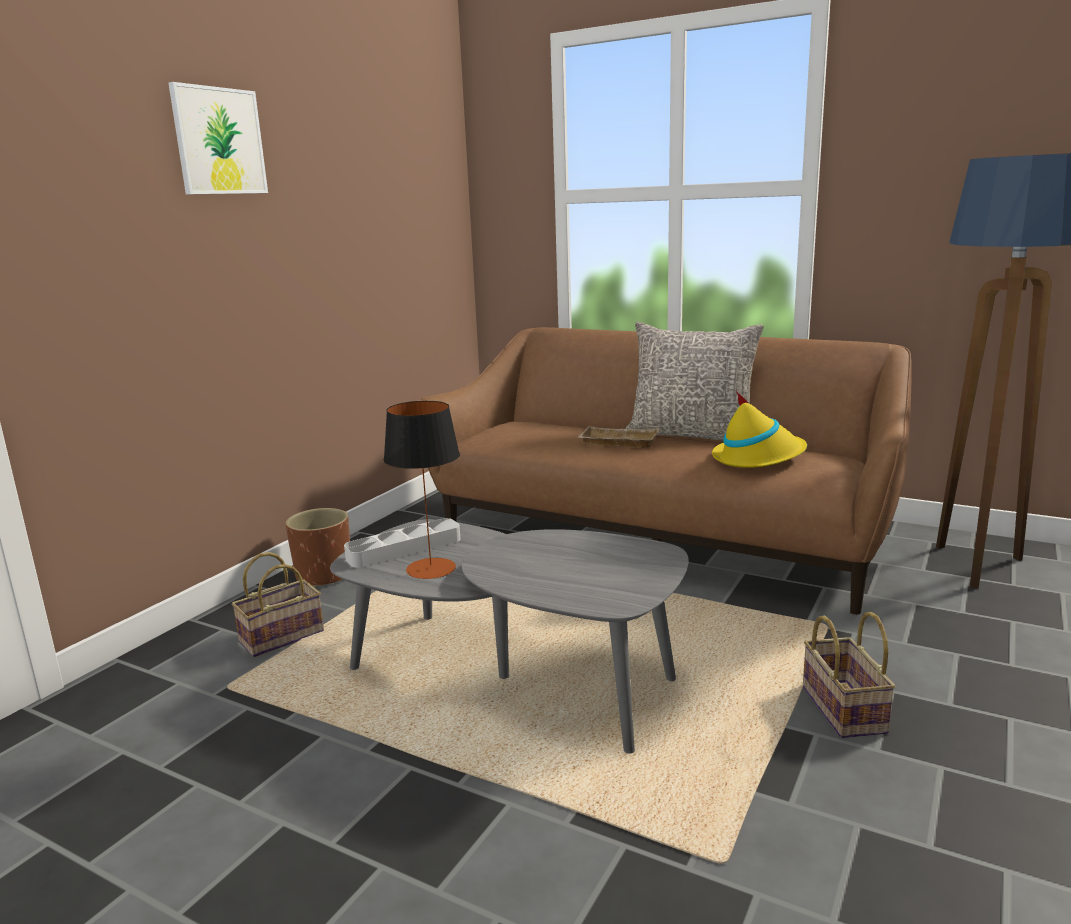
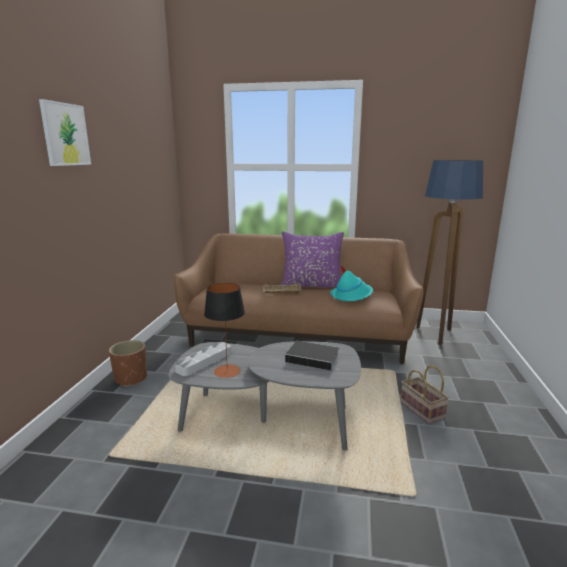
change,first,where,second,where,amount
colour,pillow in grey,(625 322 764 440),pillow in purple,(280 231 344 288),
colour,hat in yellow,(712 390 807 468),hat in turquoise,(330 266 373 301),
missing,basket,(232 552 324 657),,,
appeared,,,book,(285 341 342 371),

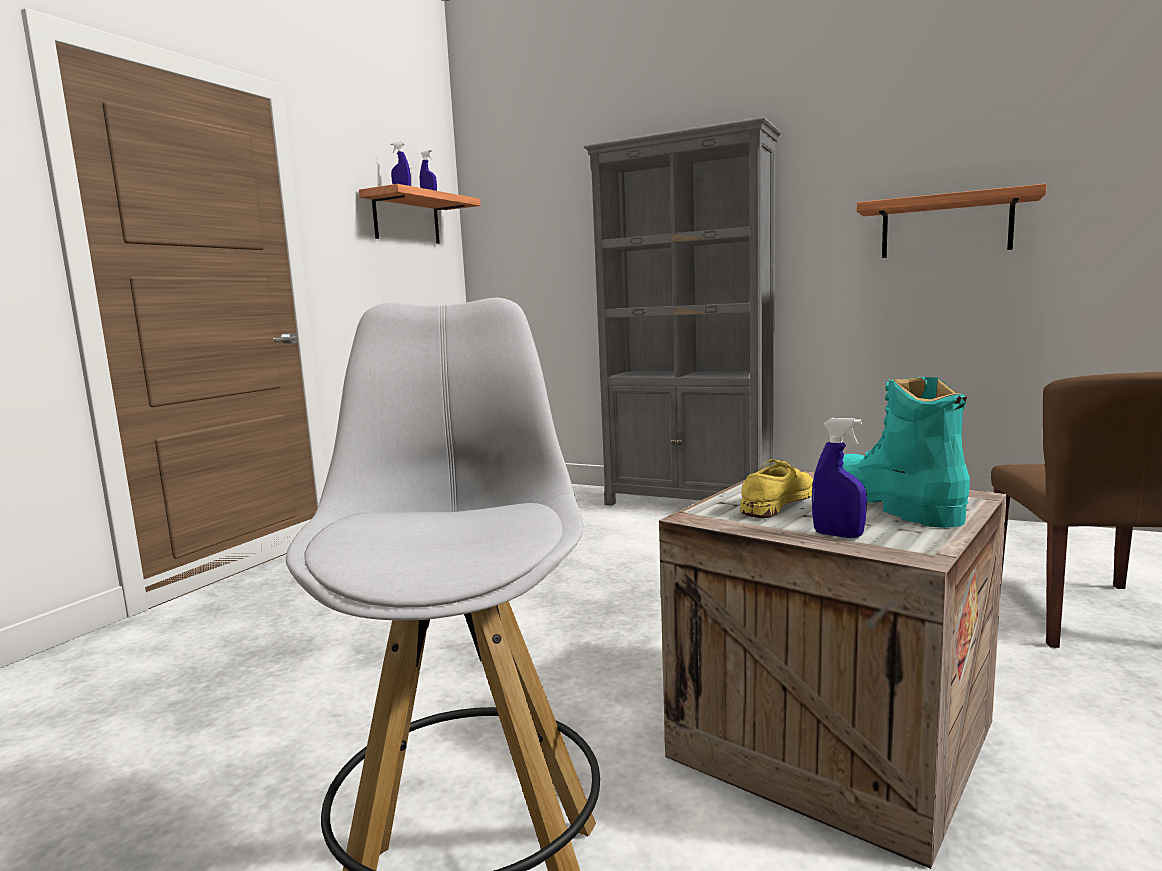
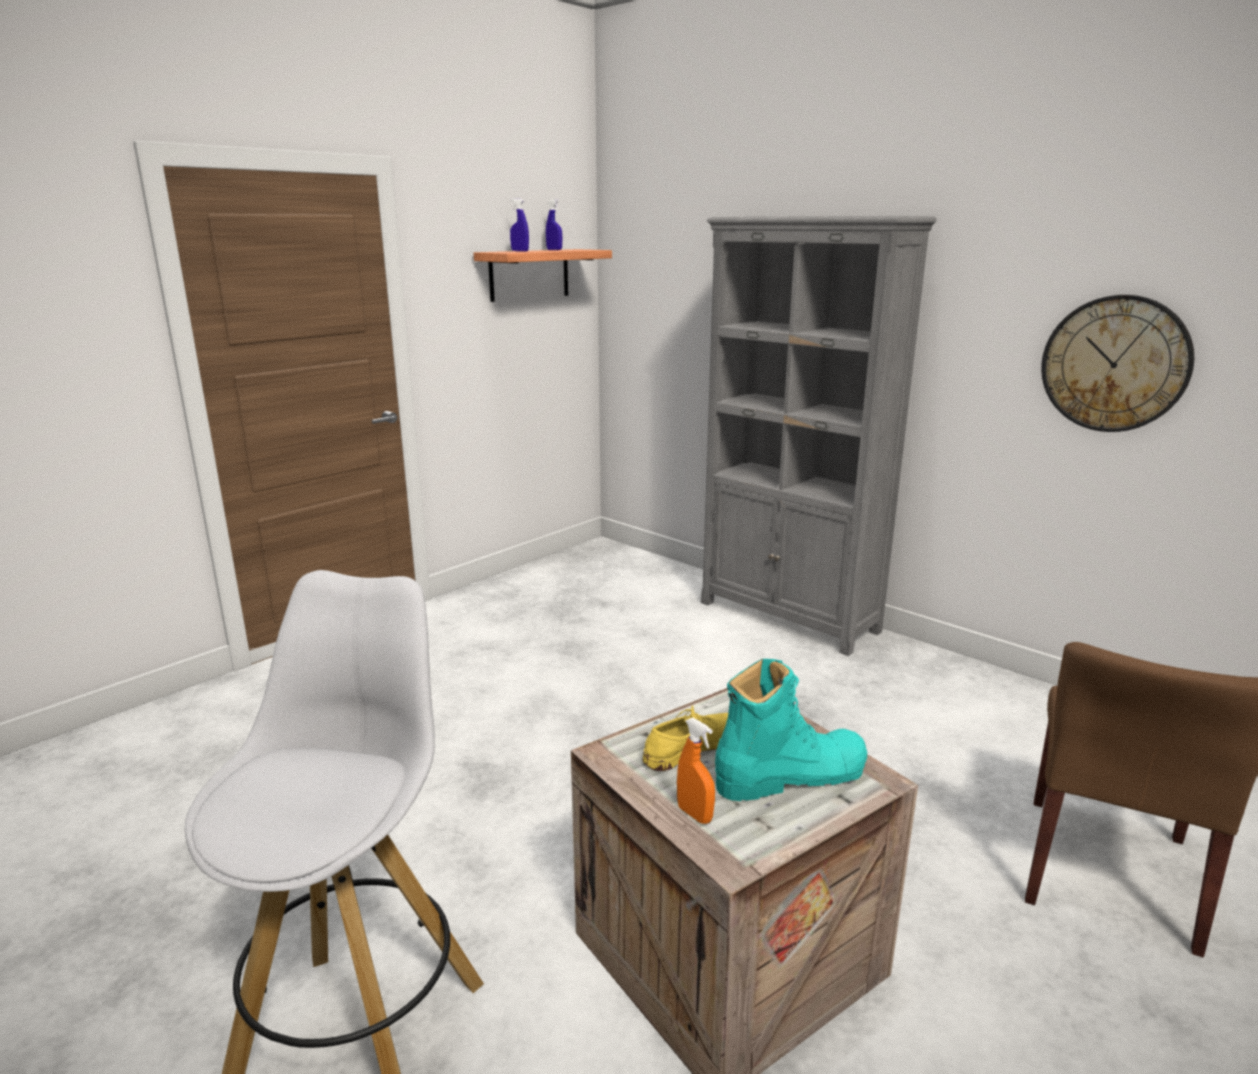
change,first,where,second,where,amount
exchanged,shelf,(857 184 1047 258),wall clock,(1041 295 1194 432),
spun,boot in turquoise,(842 377 970 528),,(715 658 867 801),75 degrees clockwise
colour,spray bottle in blue,(812 418 867 538),spray bottle in orange,(677 718 715 824),

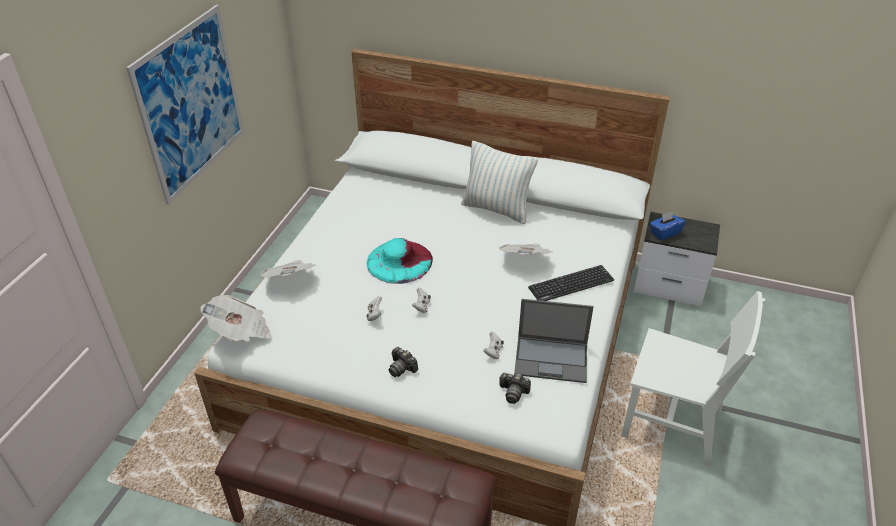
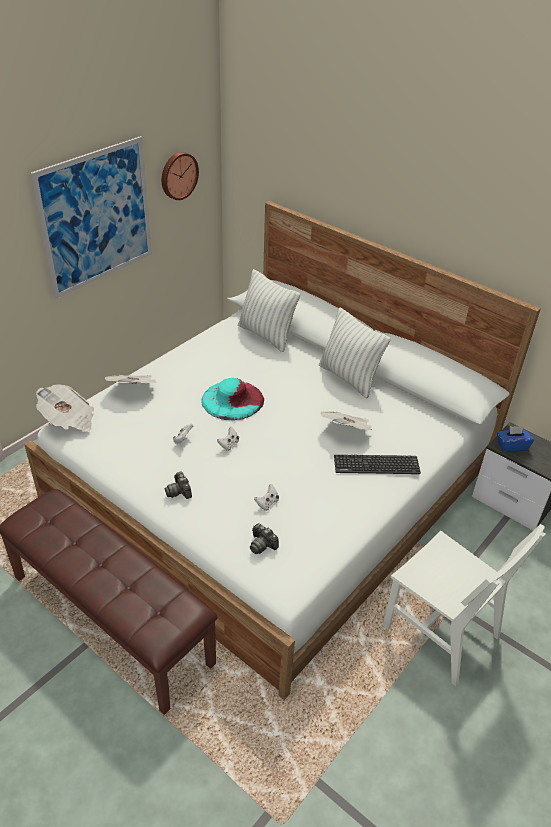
change,first,where,second,where,amount
missing,laptop,(514 299 594 383),,,
appeared,,,wall clock,(162 152 199 200),
appeared,,,pillow,(238 269 300 352),

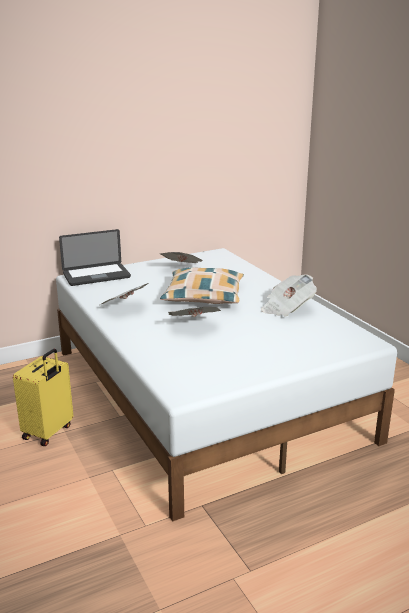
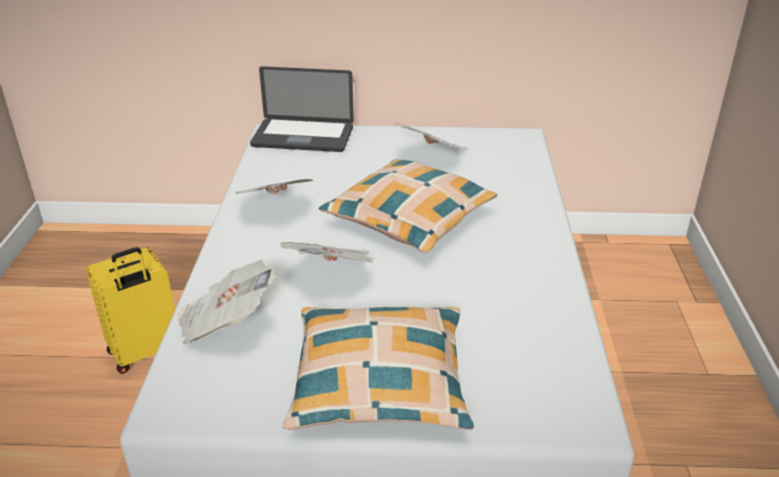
change,first,where,second,where,amount
relocated,newspaper,(261 274 317 317),,(177 260 275 344),
appeared,,,pillow,(283 307 474 430),

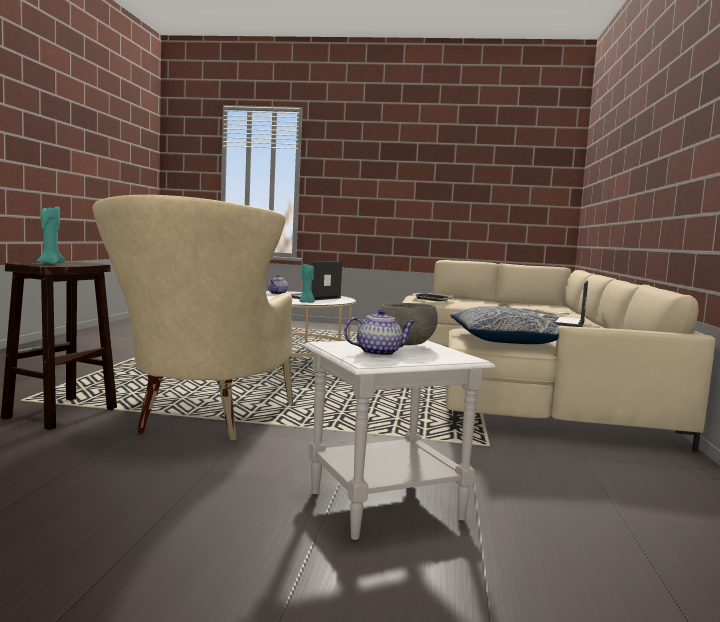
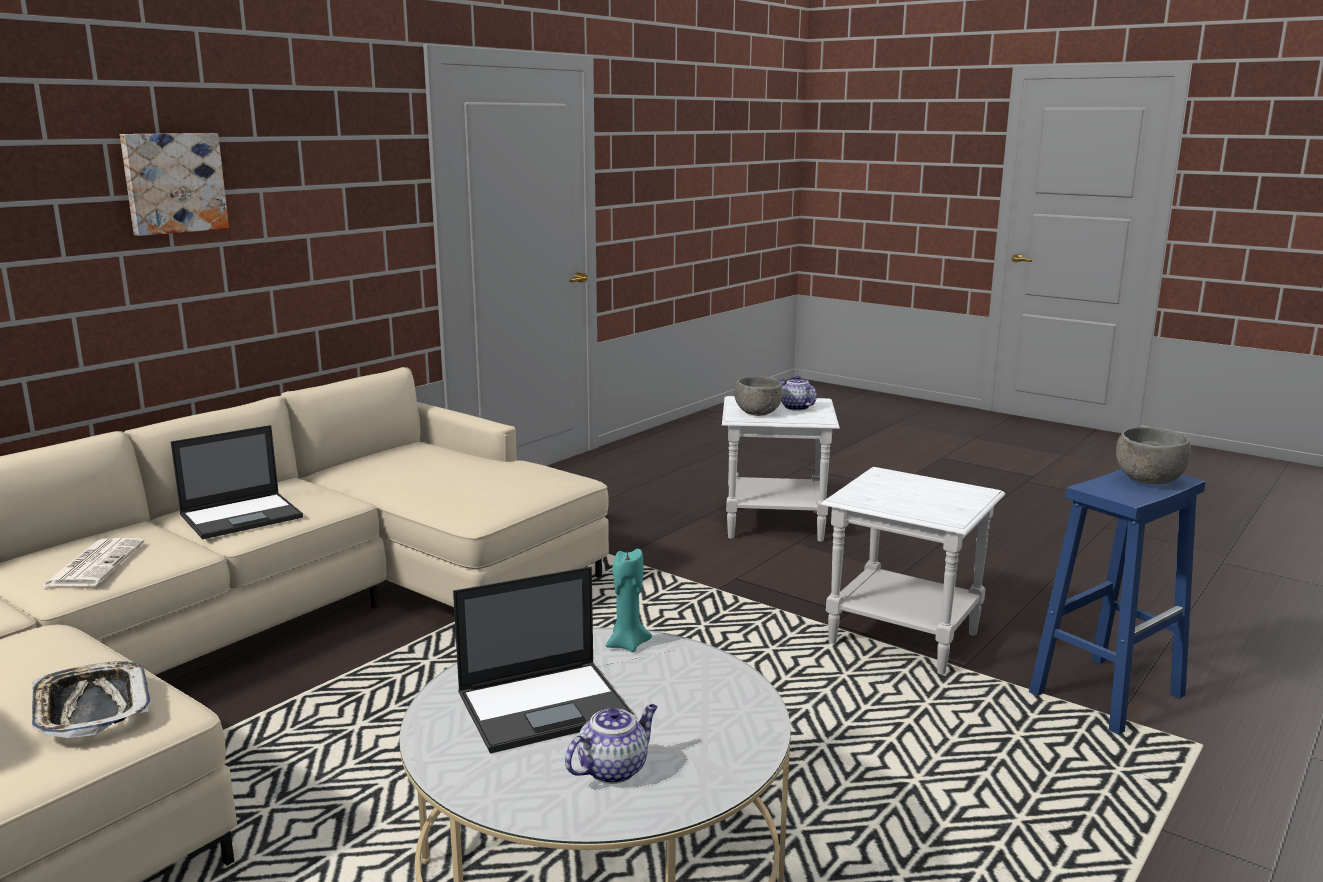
change,first,where,second,where,amount
exchanged,armchair in beige,(93 195 293 441),side table in white,(821 467 1005 675),
exchanged,candle in turquoise,(37 206 65 264),bowl in grey,(1116 427 1191 484),
colour,stool in brown,(1 262 117 430),stool in blue,(1029 469 1205 735),
missing,pillow,(450 306 559 344),,,
spun,teapot,(344 309 415 356),,(779 376 817 411),45 degrees clockwise
appeared,,,picture,(120 133 229 236),

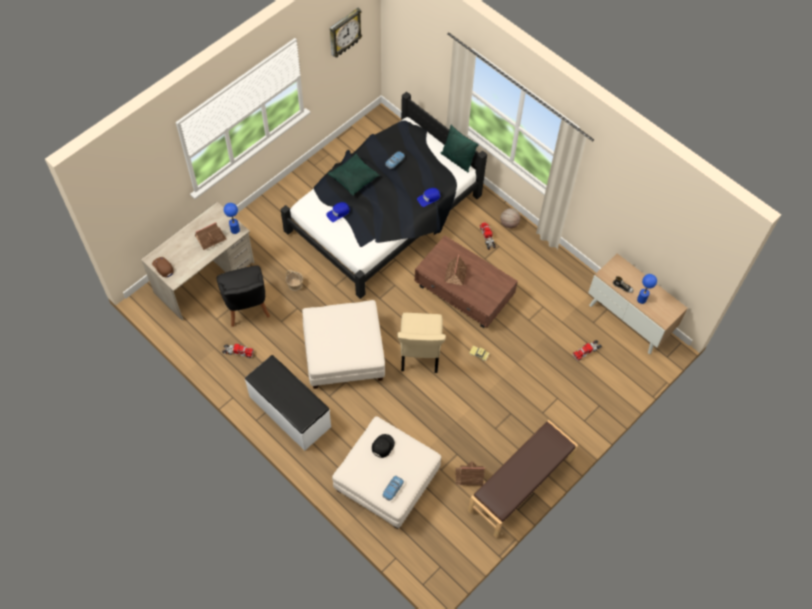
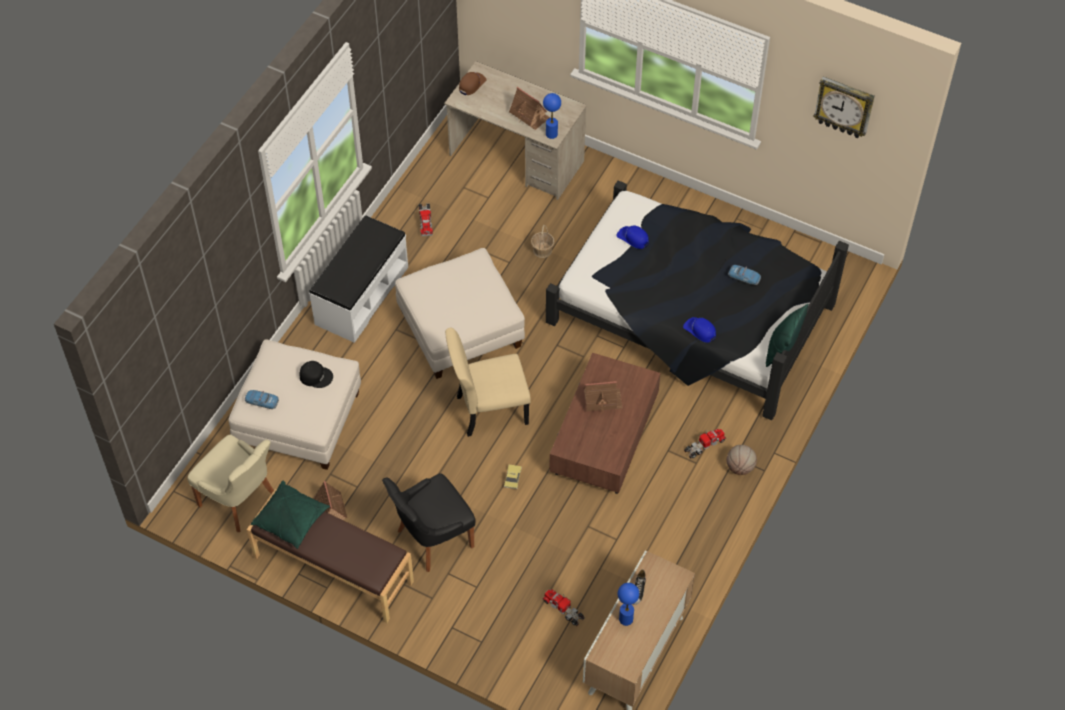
change,first,where,second,where,amount
relocated,pillow in green,(328 154 380 196),,(251 480 330 549),
relocated,chair in black,(216 265 270 327),,(382 473 476 572),
appeared,,,chair in beige,(187 435 274 532),

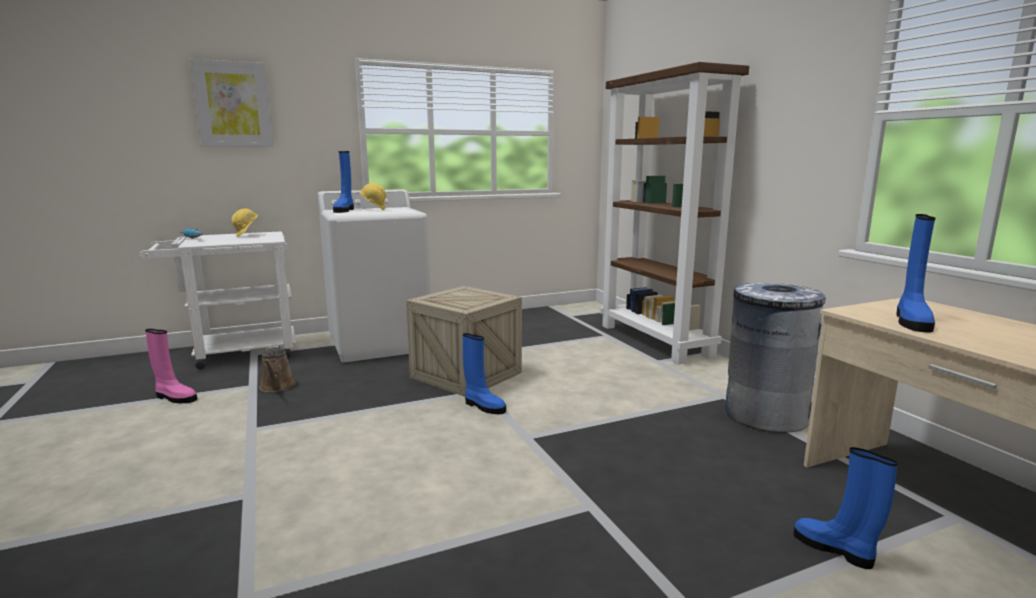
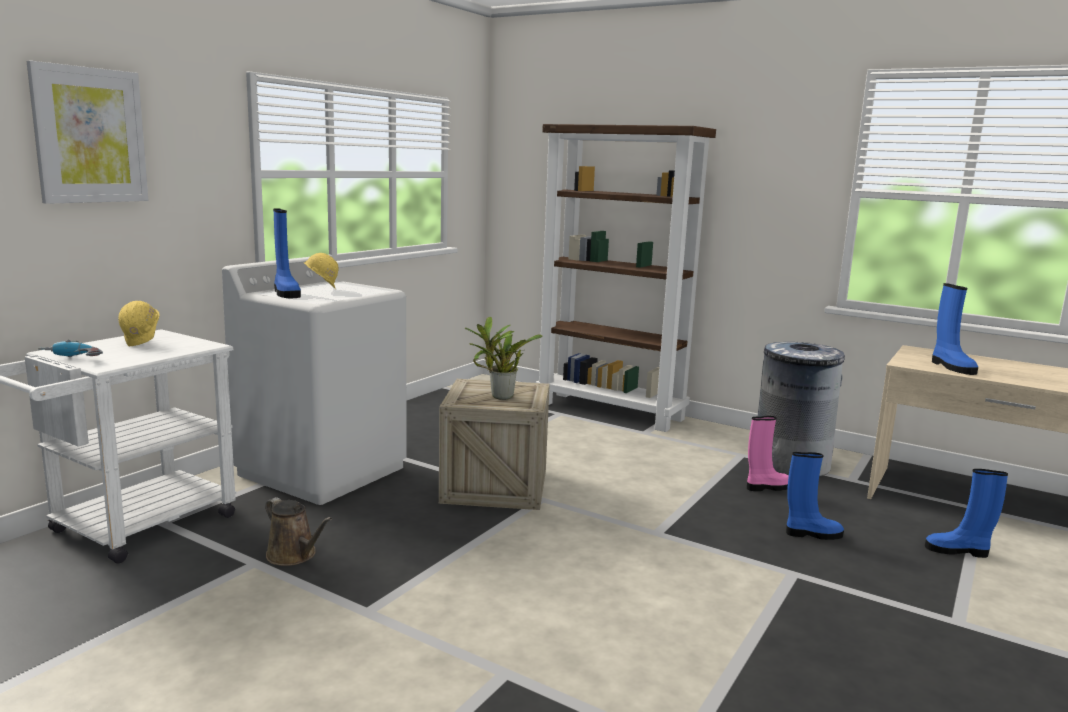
change,first,where,second,where,amount
relocated,boot in pink,(145 329 197 403),,(747 416 789 491),
relocated,boot in blue,(463 333 506 414),,(786 452 844 540),
appeared,,,potted plant,(465 316 543 400),

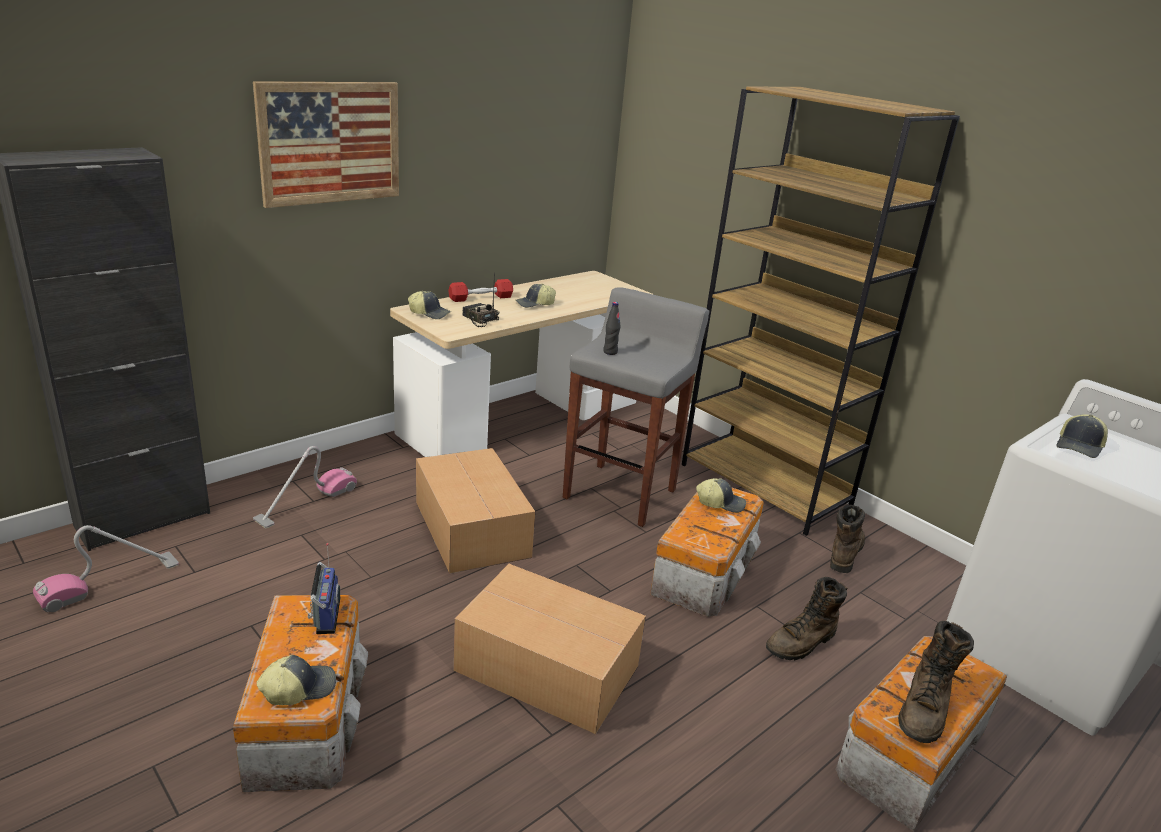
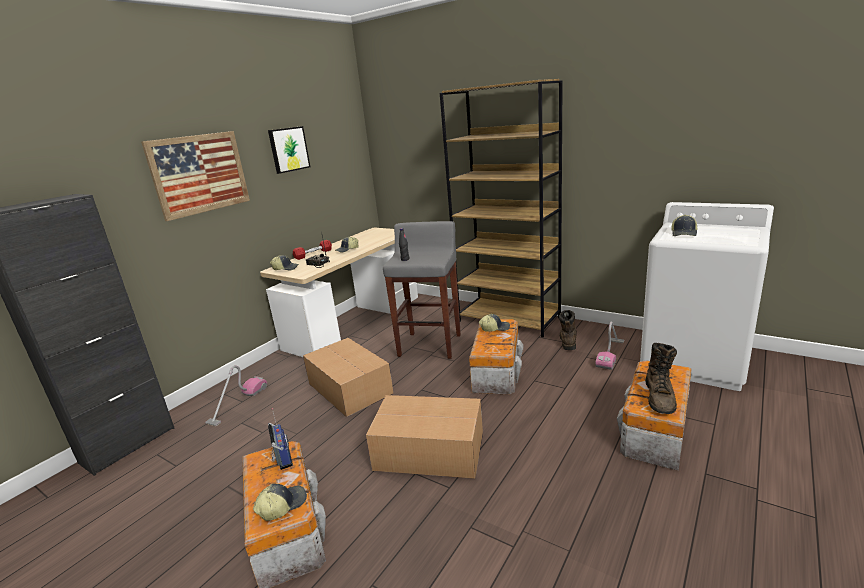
change,first,where,second,where,amount
relocated,vacuum cleaner,(33 525 179 612),,(595 321 624 370),
missing,boot in brown,(766 577 847 660),,,
appeared,,,picture,(268 126 310 174),

